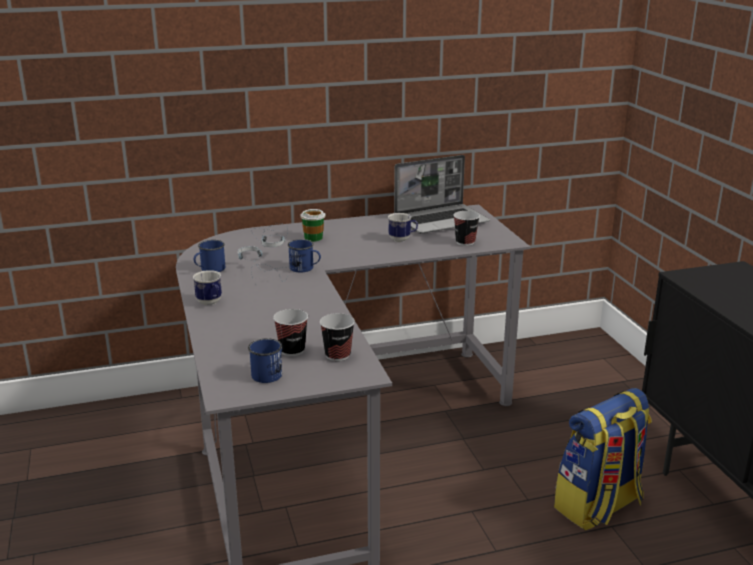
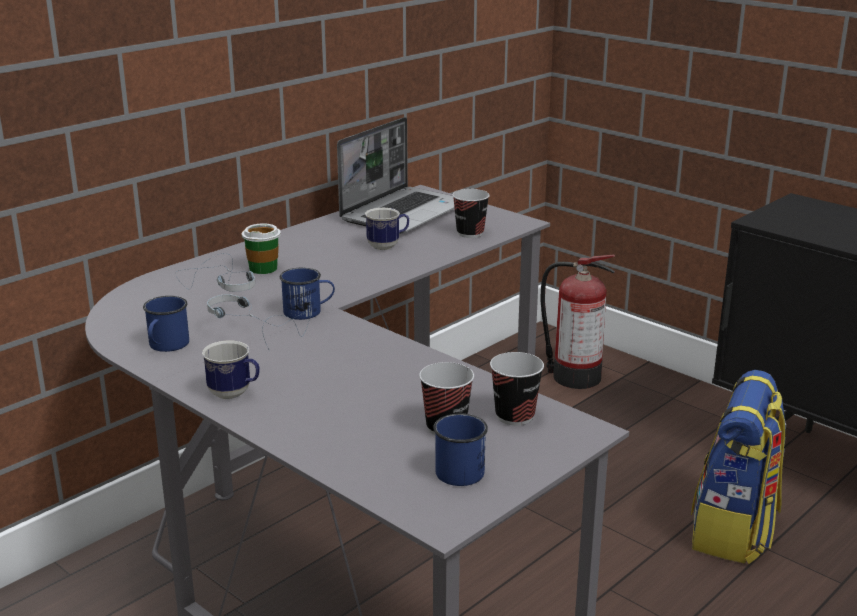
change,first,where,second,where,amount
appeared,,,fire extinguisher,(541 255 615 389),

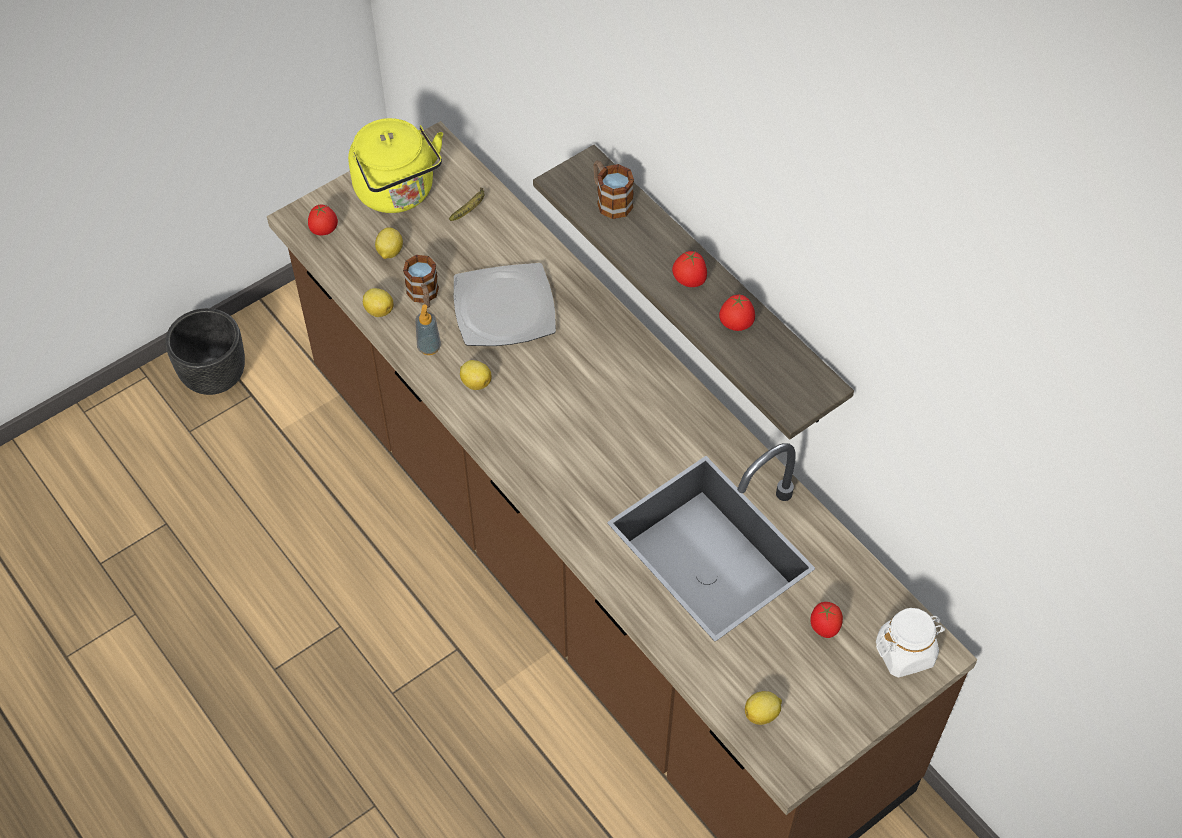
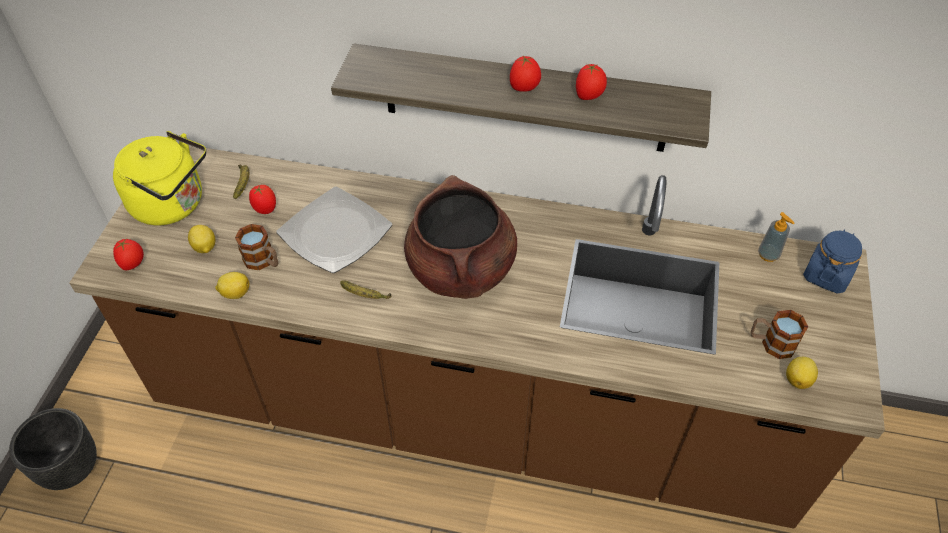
change,first,where,second,where,amount
relocated,mug,(593 160 634 219),,(751 310 808 359),
relocated,soap dispenser,(415 304 441 355),,(758 212 795 262),
exchanged,lemon,(460 360 492 390),banana,(340 280 392 299),
relocated,tomato,(810 602 843 638),,(249 185 276 214),
colour,jar in white,(876 608 945 677),jar in blue,(803 229 862 293),
appeared,,,cooking pot in brown,(404 175 517 299),

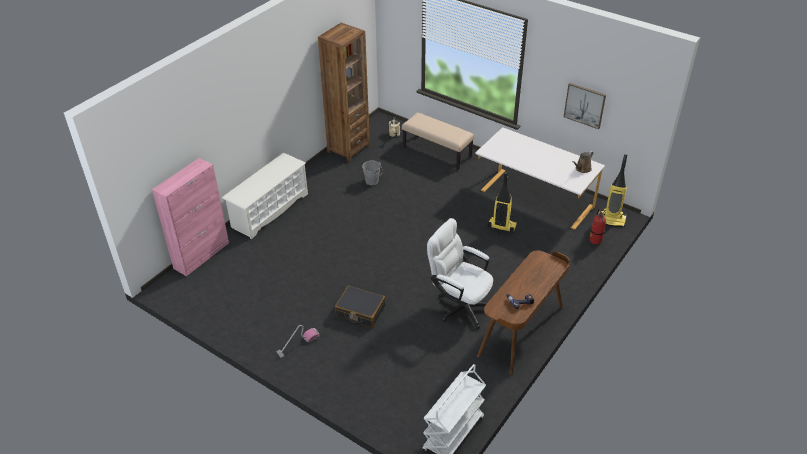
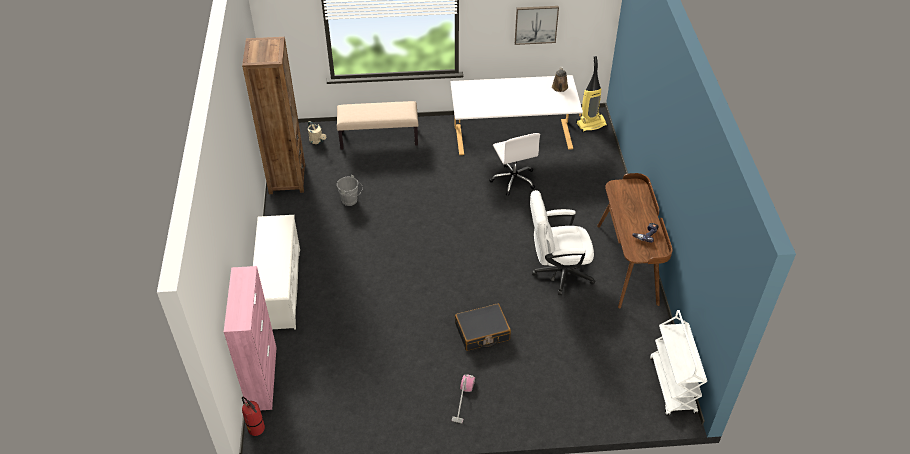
change,first,where,second,where,amount
exchanged,vacuum cleaner,(488 172 517 233),office chair in white,(489 133 540 196),
relocated,fire extinguisher,(589 209 606 244),,(242 397 265 436),

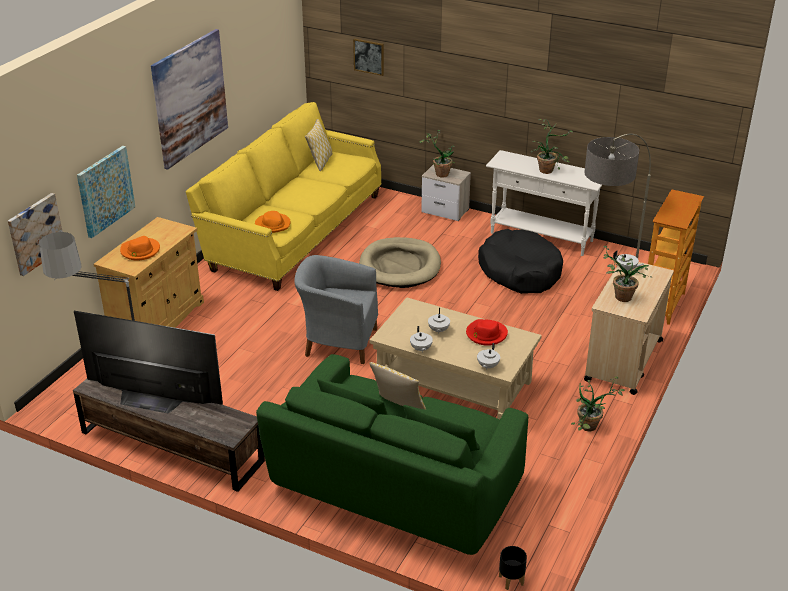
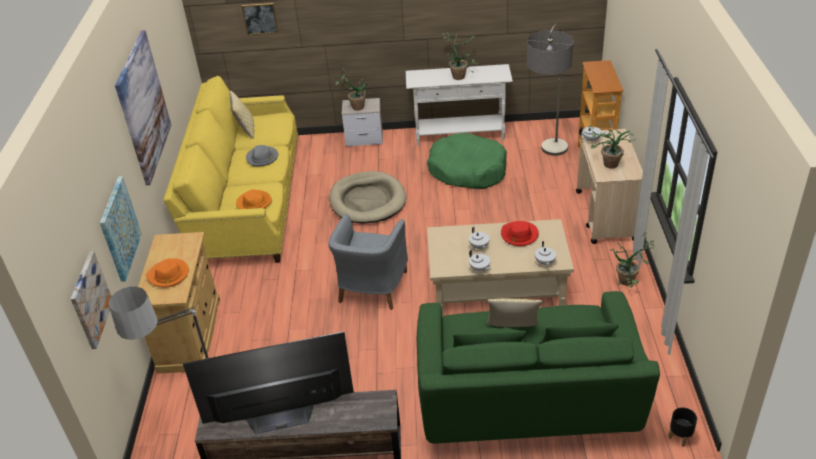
change,first,where,second,where,amount
colour,dog bed in black,(478 229 563 294),dog bed in green,(427 133 507 189),
spun,armchair in grey,(294 255 378 364),,(328 213 408 310),60 degrees counterclockwise
appeared,,,hat in grey,(246 145 279 166),

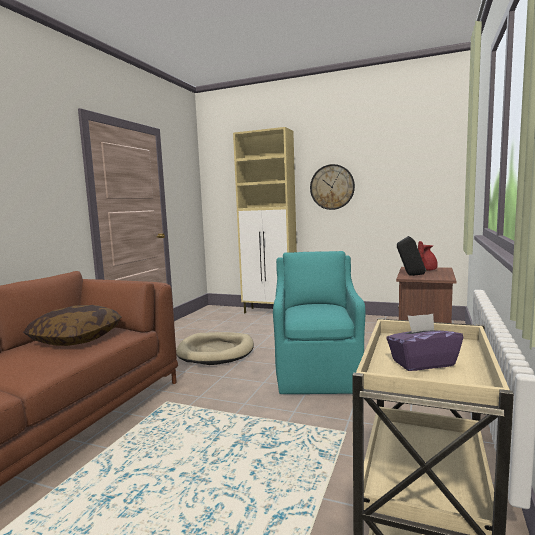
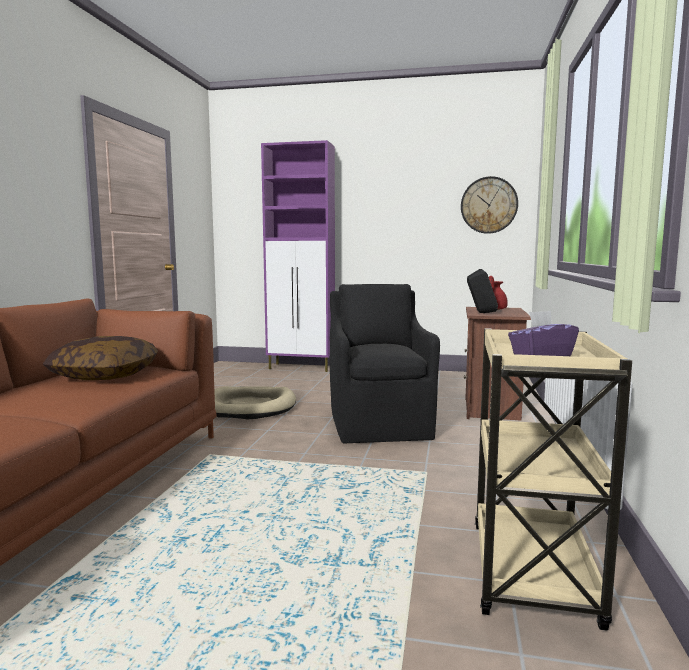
change,first,where,second,where,amount
colour,cabinet in beige,(233 127 297 313),cabinet in purple,(261 140 335 372),
relocated,wall clock,(310 164 355 210),,(461 176 518 234),
colour,armchair in turquoise,(273 251 365 394),armchair in black,(330 284 440 444),

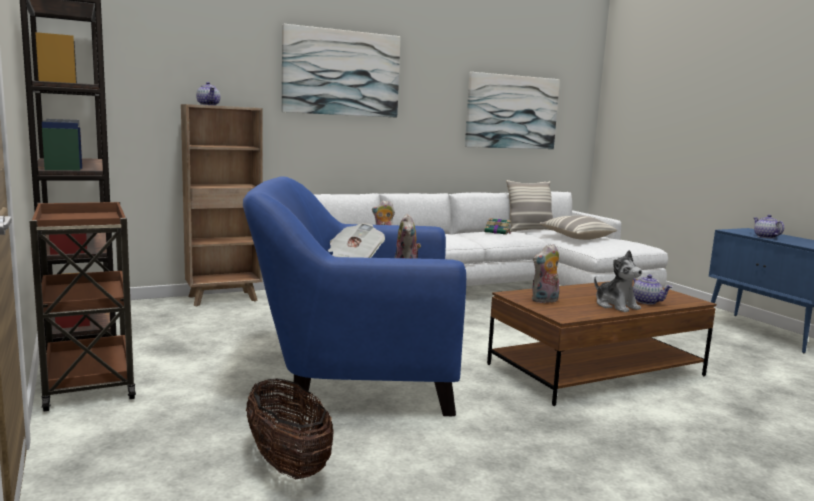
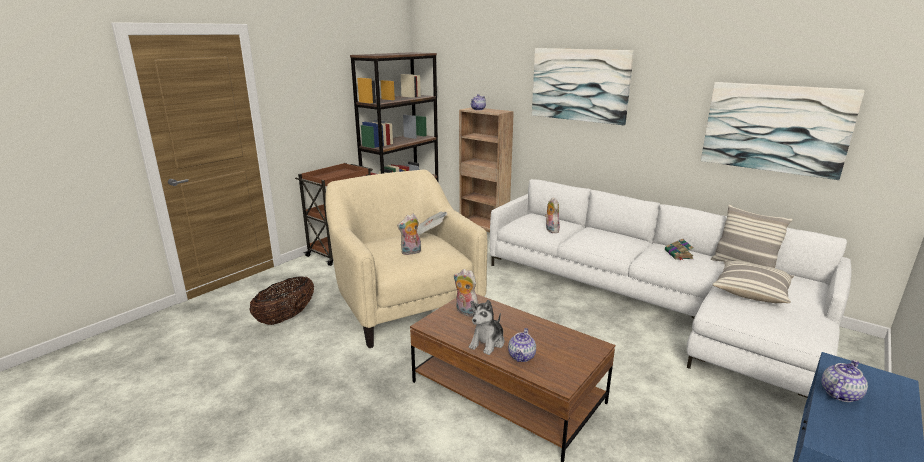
change,first,where,second,where,amount
colour,armchair in blue,(243 177 466 416),armchair in beige,(326 169 488 348),

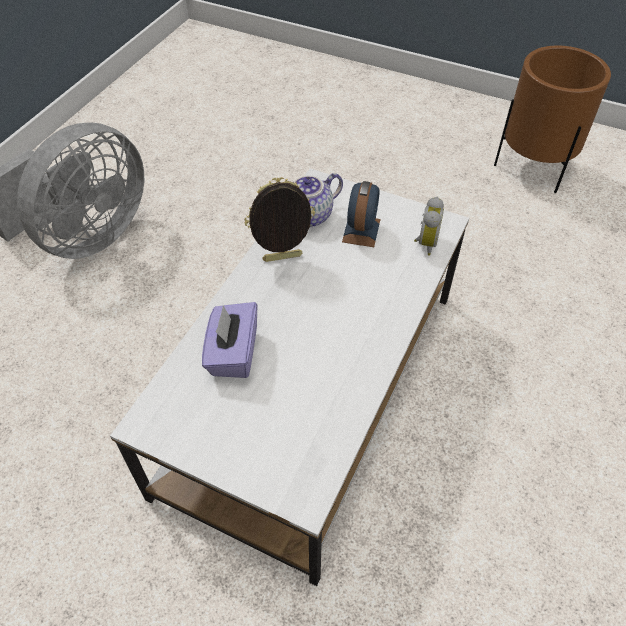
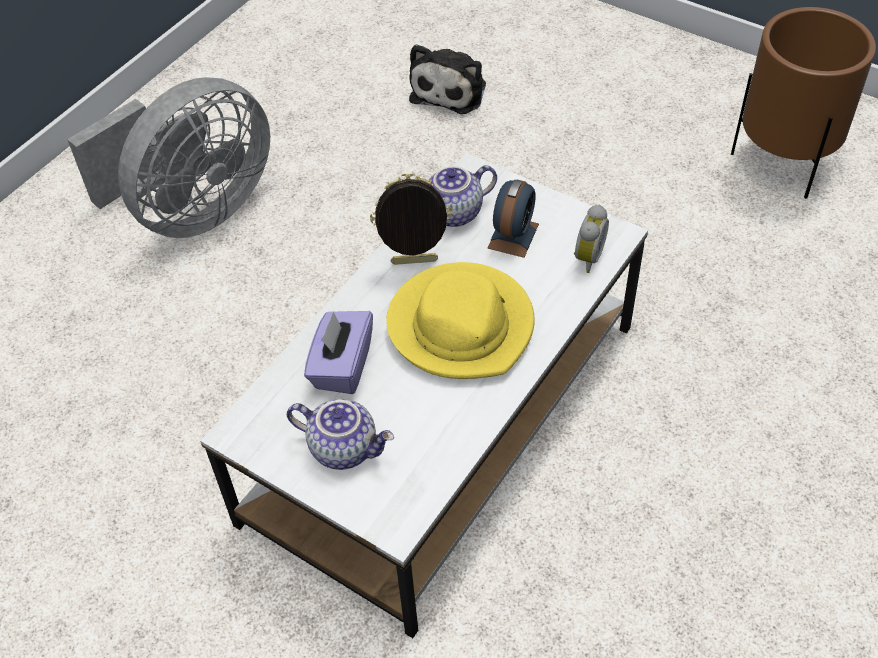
change,first,where,second,where,amount
appeared,,,plush toy,(409 44 486 114),
appeared,,,hat in yellow,(386 262 535 379),
appeared,,,teapot,(287 399 394 470),

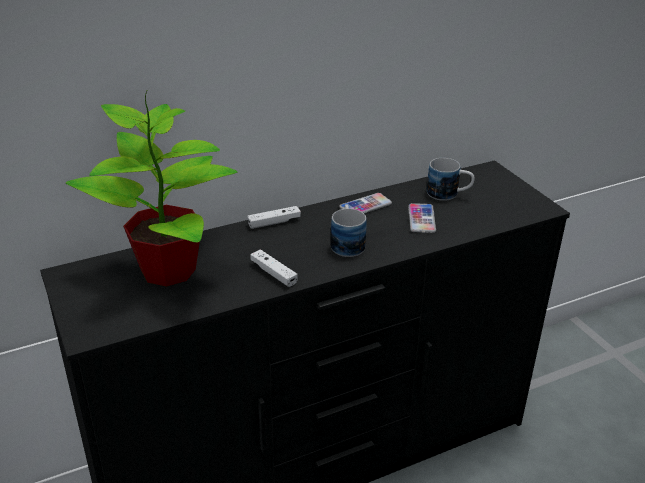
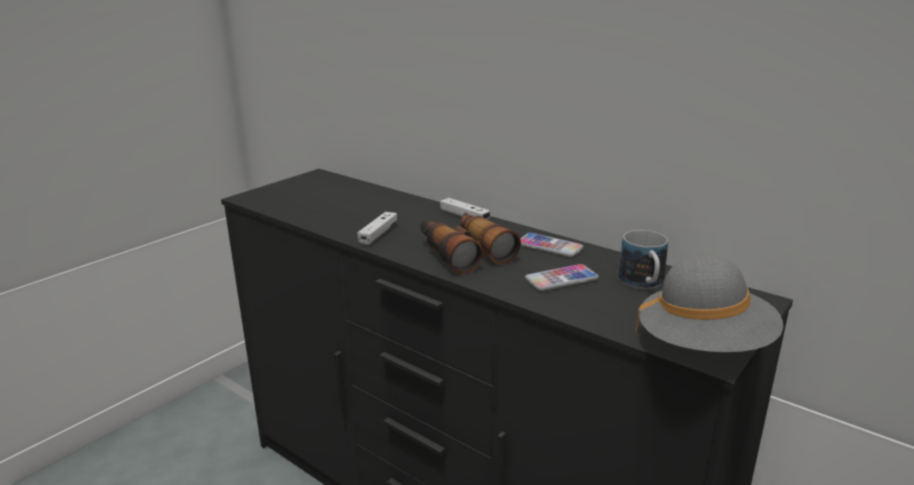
change,first,where,second,where,amount
missing,potted plant,(66 91 237 287),,,
exchanged,mug,(331 204 367 257),binoculars,(420 213 521 274),
appeared,,,hat in grey,(635 255 783 353),

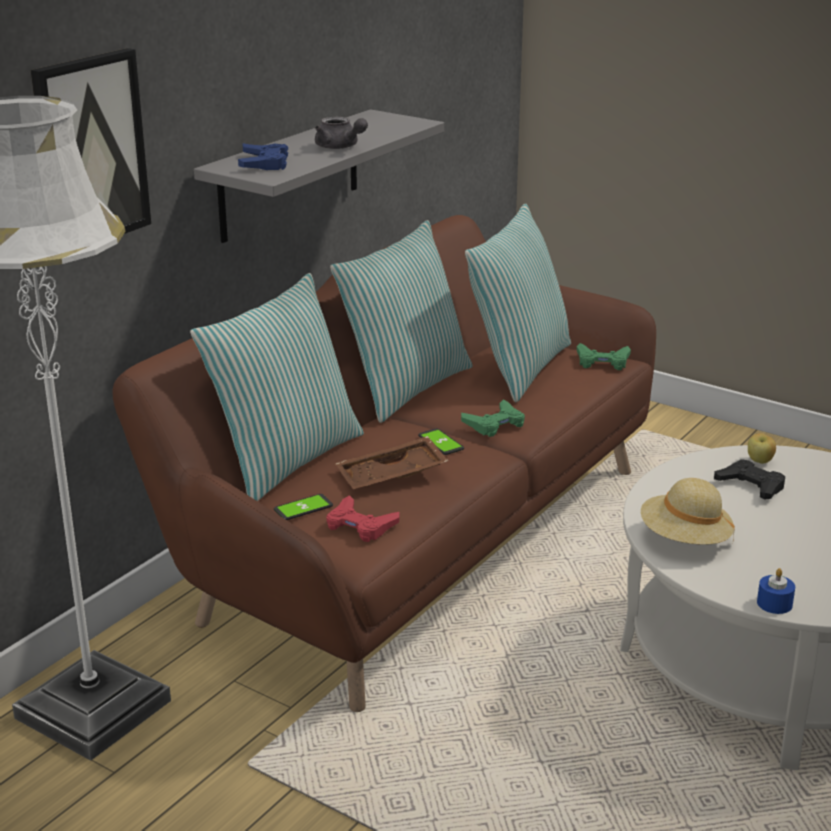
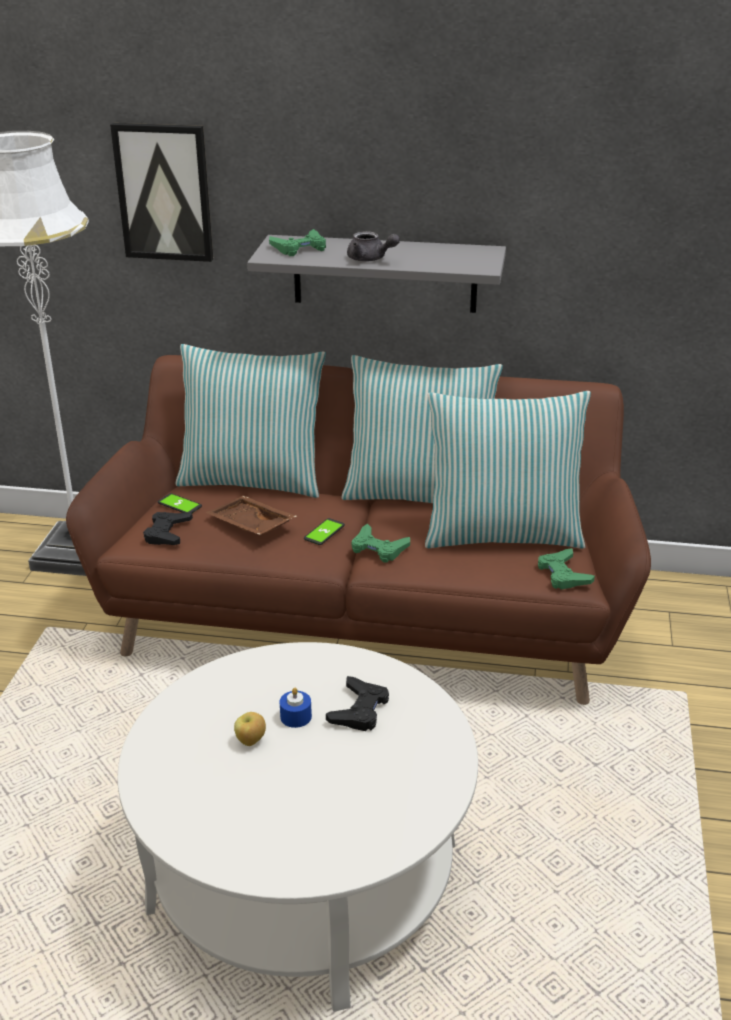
change,first,where,second,where,amount
spun,teapot in grey,(315 117 368 149),,(347 231 400 262),75 degrees counterclockwise
colour,game controller in blue,(238 143 288 170),game controller in green,(269 229 326 256),
relocated,apple,(748 433 776 464),,(234 712 266 746),
missing,hat in beige,(641 478 735 545),,,
colour,game controller in red,(326 495 399 542),game controller in black,(143 512 193 545),
relocated,candle in blue,(757 568 795 614),,(280 687 312 728),

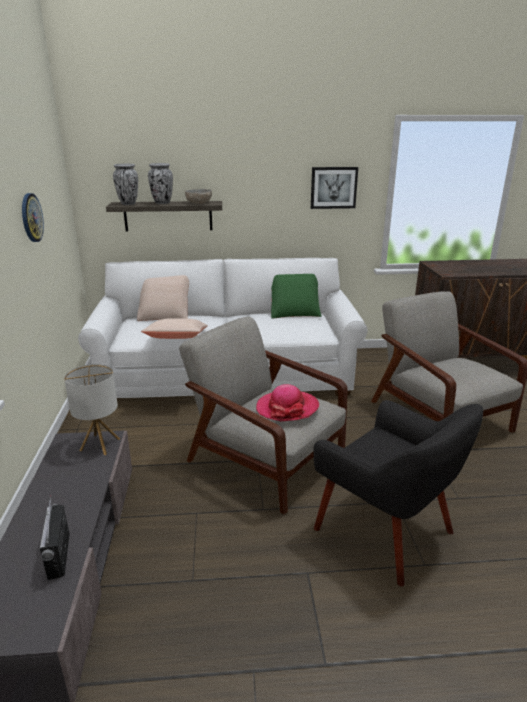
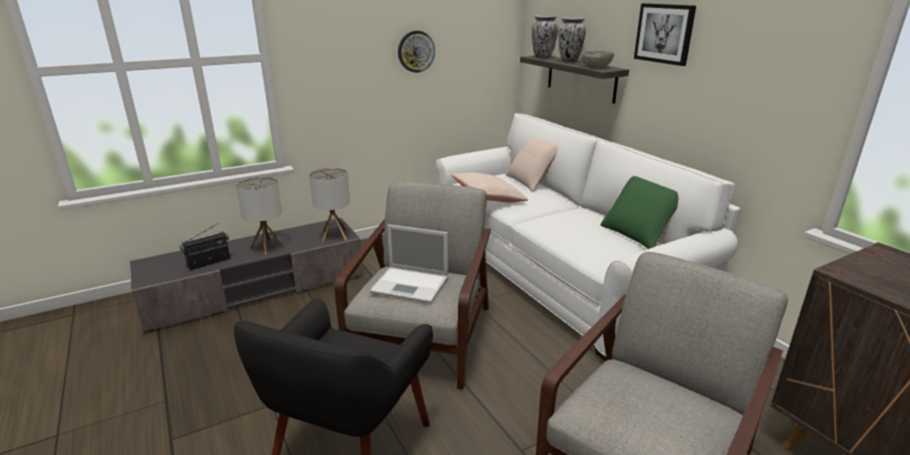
change,first,where,second,where,amount
relocated,picture,(311 167 358 209),,(634 3 696 66),
exchanged,hat,(256 384 319 421),laptop,(370 224 448 303),
appeared,,,table lamp,(236 177 285 255),

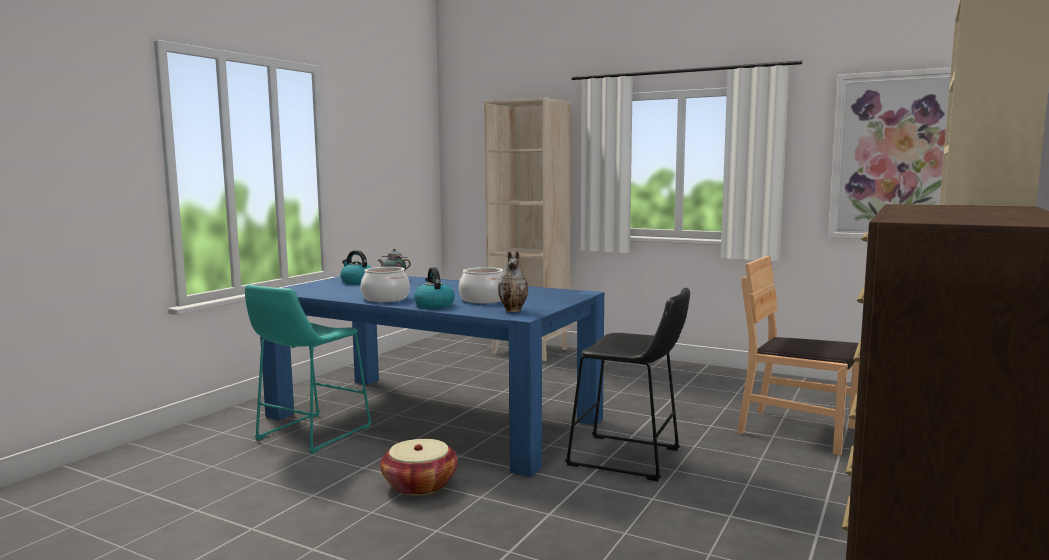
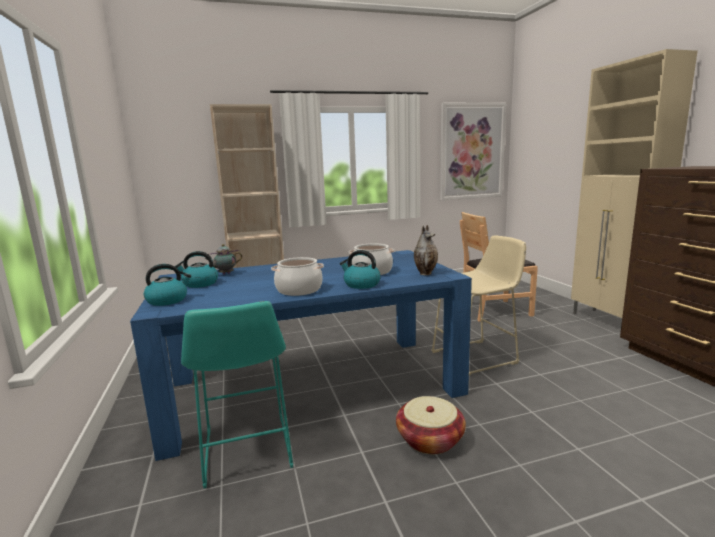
change,first,where,second,where,amount
colour,stool in black,(565 288 690 481),stool in beige,(431 235 526 375),
appeared,,,kettle,(144 264 191 306),

